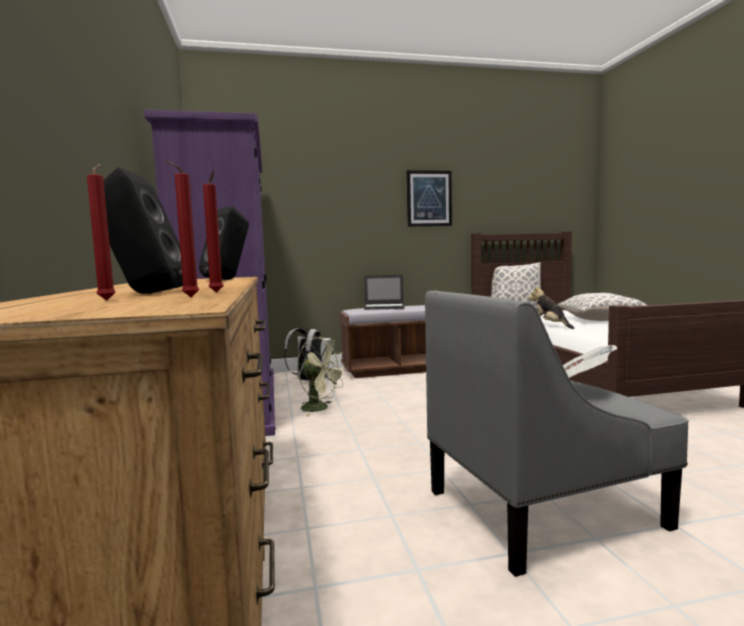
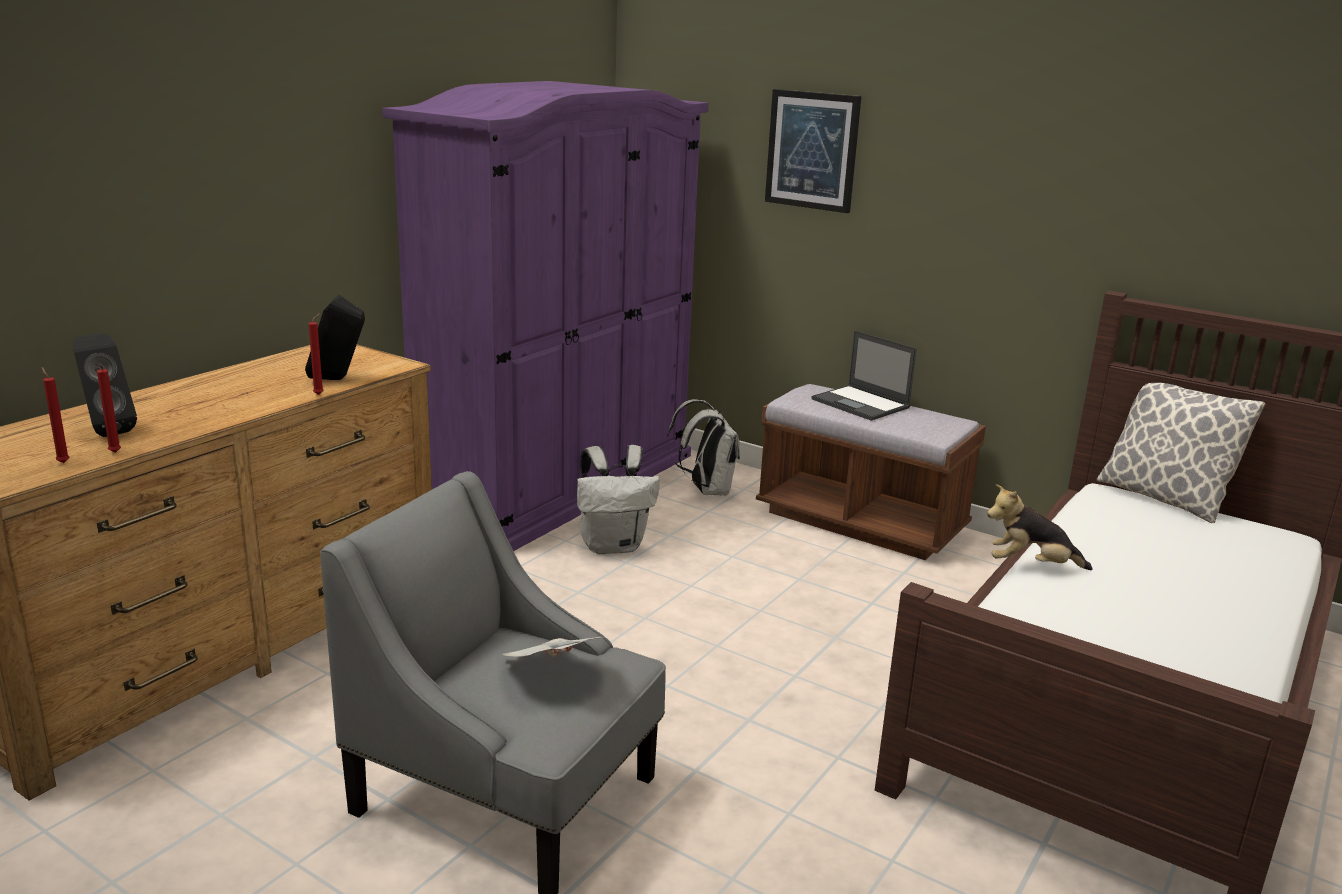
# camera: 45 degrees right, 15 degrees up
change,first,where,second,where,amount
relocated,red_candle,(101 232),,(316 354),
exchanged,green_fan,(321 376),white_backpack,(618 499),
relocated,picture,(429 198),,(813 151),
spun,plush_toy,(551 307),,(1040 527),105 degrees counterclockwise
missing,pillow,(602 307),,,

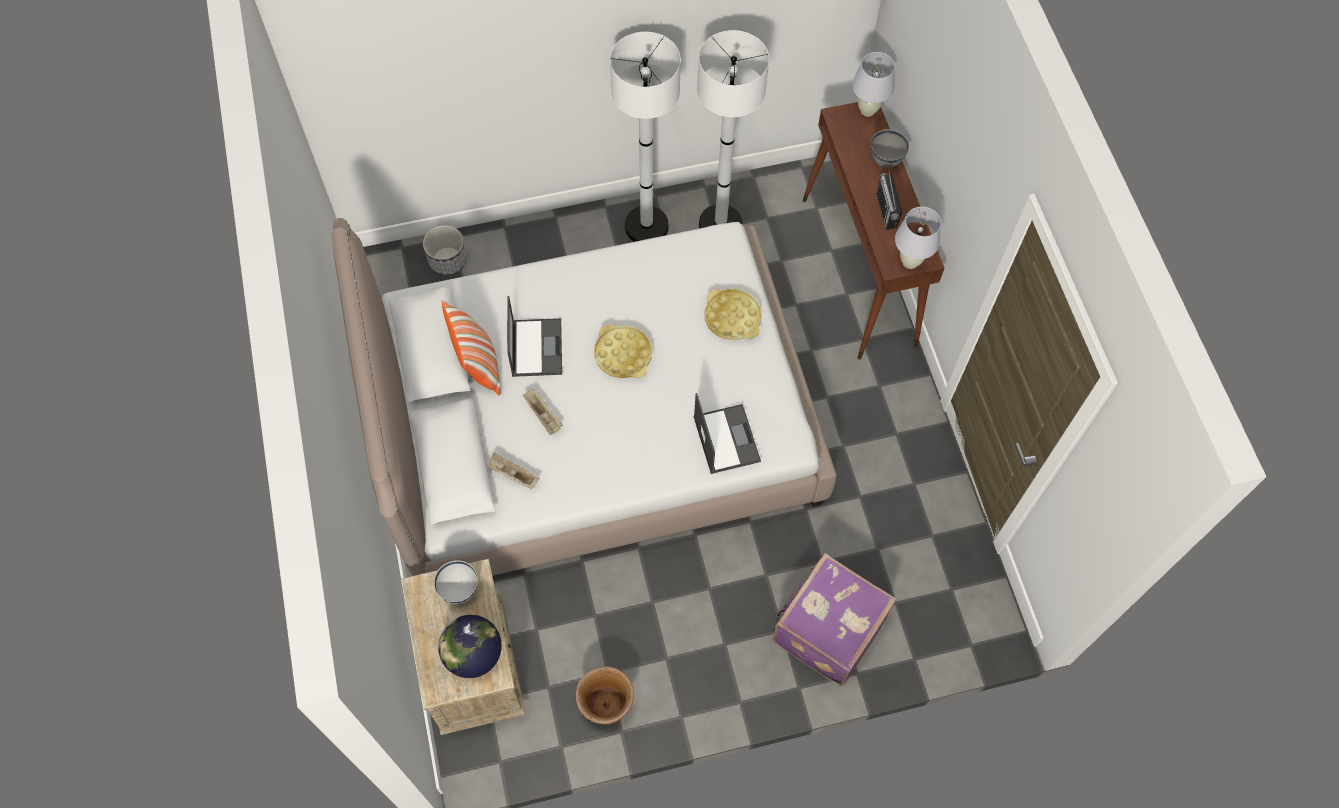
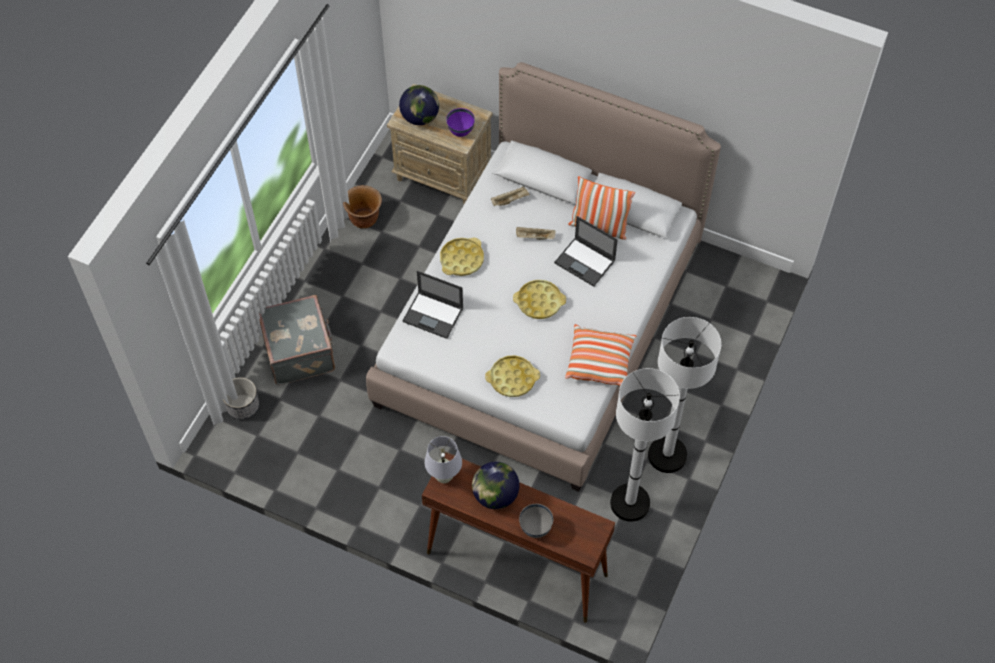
# camera: 130 degrees right, 5 degrees down
change,first,where,second,where,amount
relocated,planter,(445 250),,(241 398),
colour,white_bowl,(456 582),purple_bowl,(460 122),
colour,purple_suitcase,(834 620),grey_suitcase,(297 340),
missing,white_table_lamp,(873 84),,,
exchanged,radio,(889 200),globe,(496 485),
appeared,,,yellow_tray,(462 256),
appeared,,,pillow,(600 354),

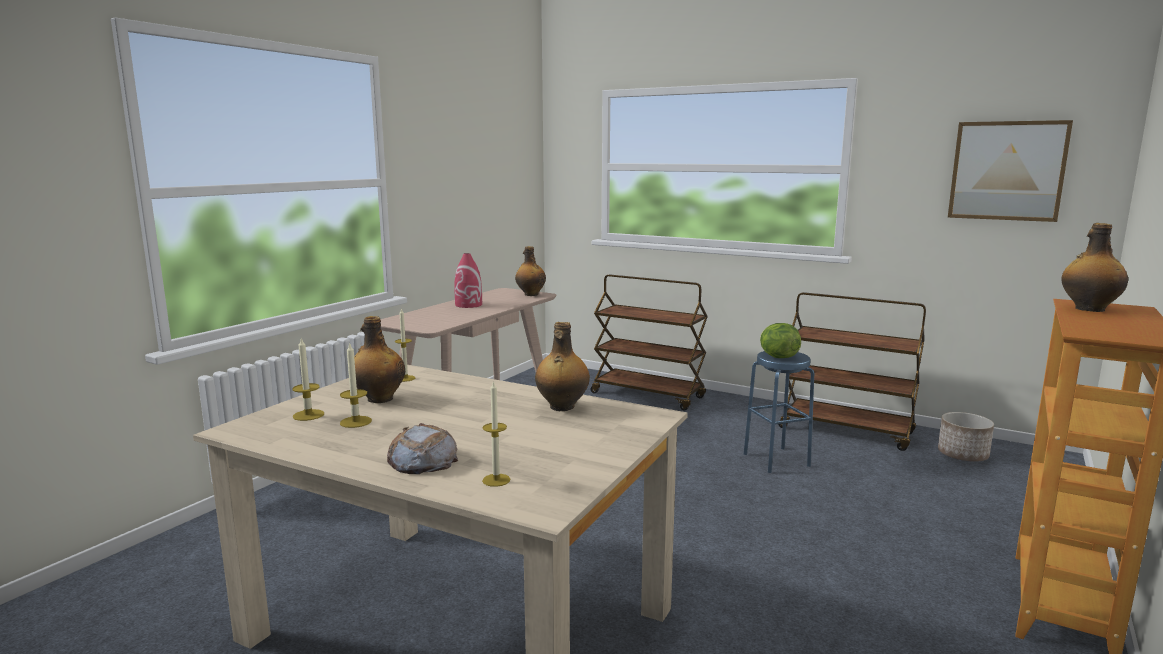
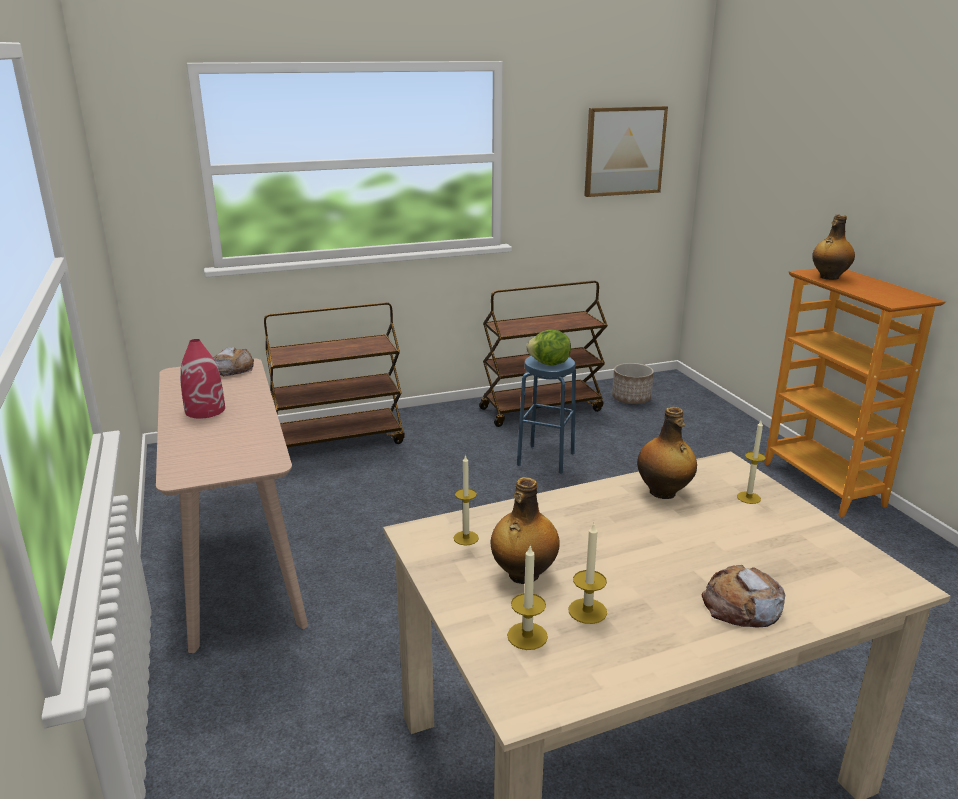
# camera: 50 degrees left, 10 degrees up
change,first,where,second,where,amount
relocated,candle,(496 434),,(751 462),
exchanged,bottle,(530 271),bread,(233 362),

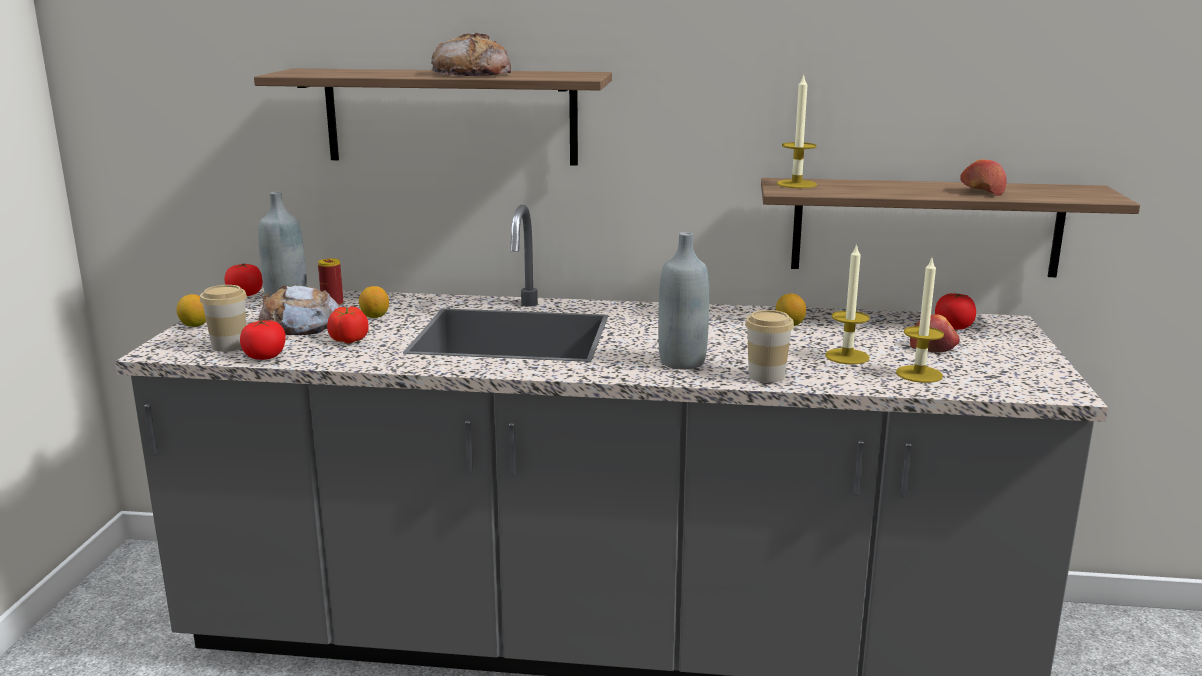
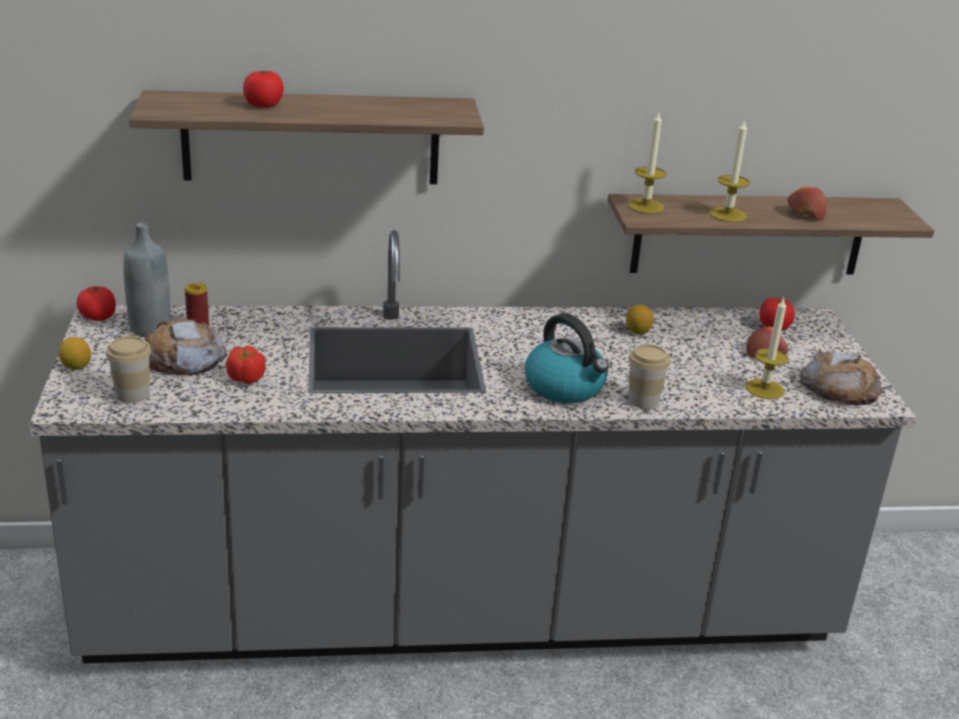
# camera: 15 degrees left, 10 degrees up
change,first,where,second,where,amount
relocated,tomato,(262 340),,(263 89),
missing,lemon,(374 302),,,
relocated,bread,(471 54),,(842 378),
exchanged,grey_bottle,(683 300),kettle,(567 358),
relocated,candle,(847 303),,(730 170),

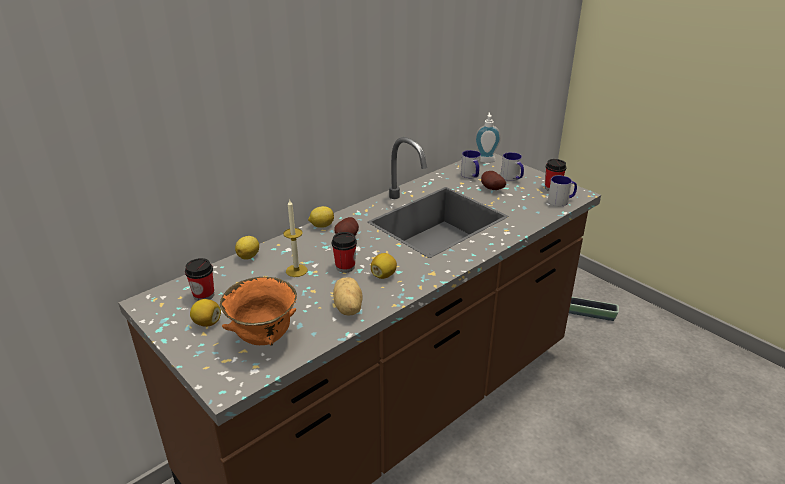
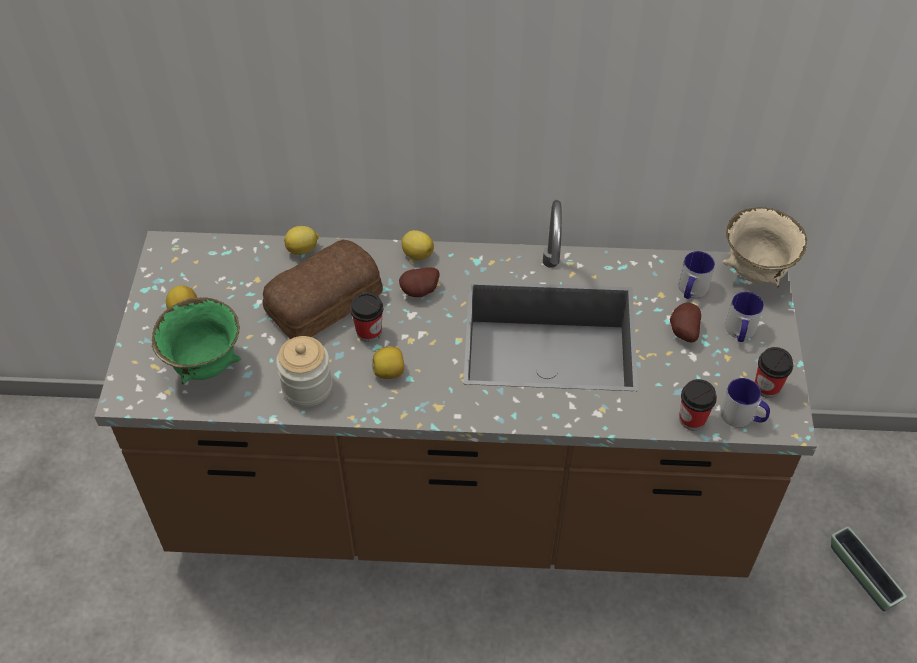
# camera: 45 degrees right, 20 degrees up
change,first,where,second,where,amount
relocated,cup,(199 279),,(698 405),
colour,orange_bowl,(258 311),green_bowl,(196 340),
exchanged,candle,(295 238),bread,(323 289),
exchanged,potato,(348 296),jar,(304 371),
exchanged,soap_dispenser,(488 137),beige_bowl,(765 247),

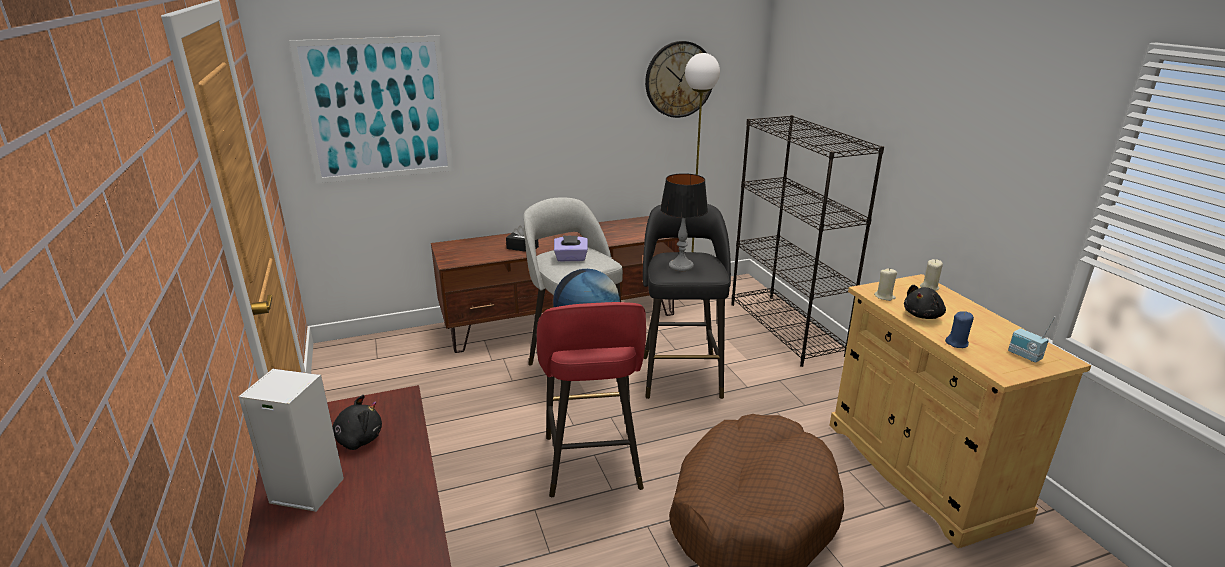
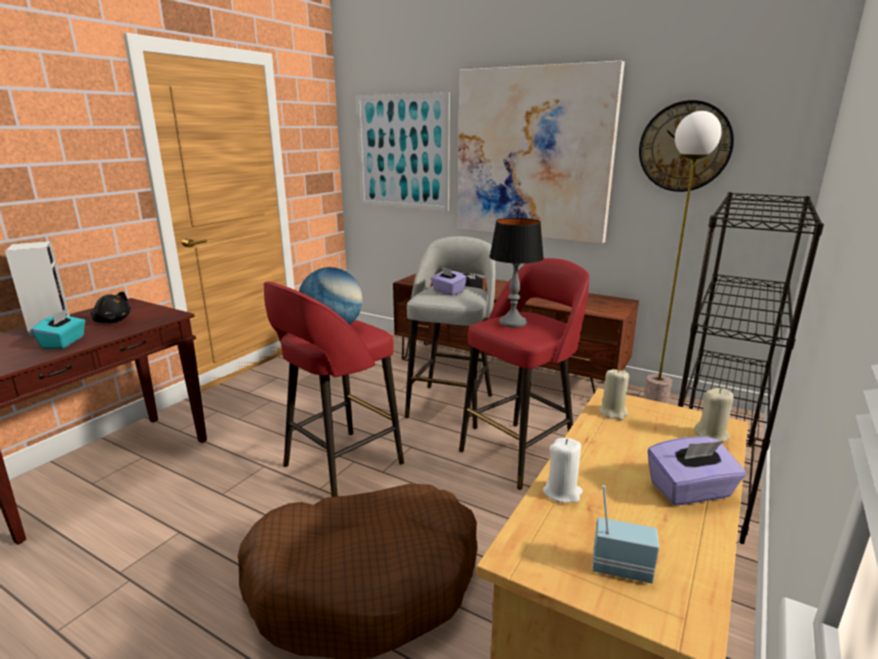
# camera: 50 degrees right, 5 degrees down
change,first,where,second,where,amount
colour,black_stool,(687 301),red_stool,(524 374),
missing,black_plush_toy,(925 302),,,
colour,blue_candle,(959 329),white_candle,(563 470),
spun,radio,(1031 339),,(626 534),90 degrees clockwise
appeared,,,turquoise_tissue_box,(58 329),
appeared,,,picture,(541 152),
appeared,,,purple_tissue_box,(697 471),

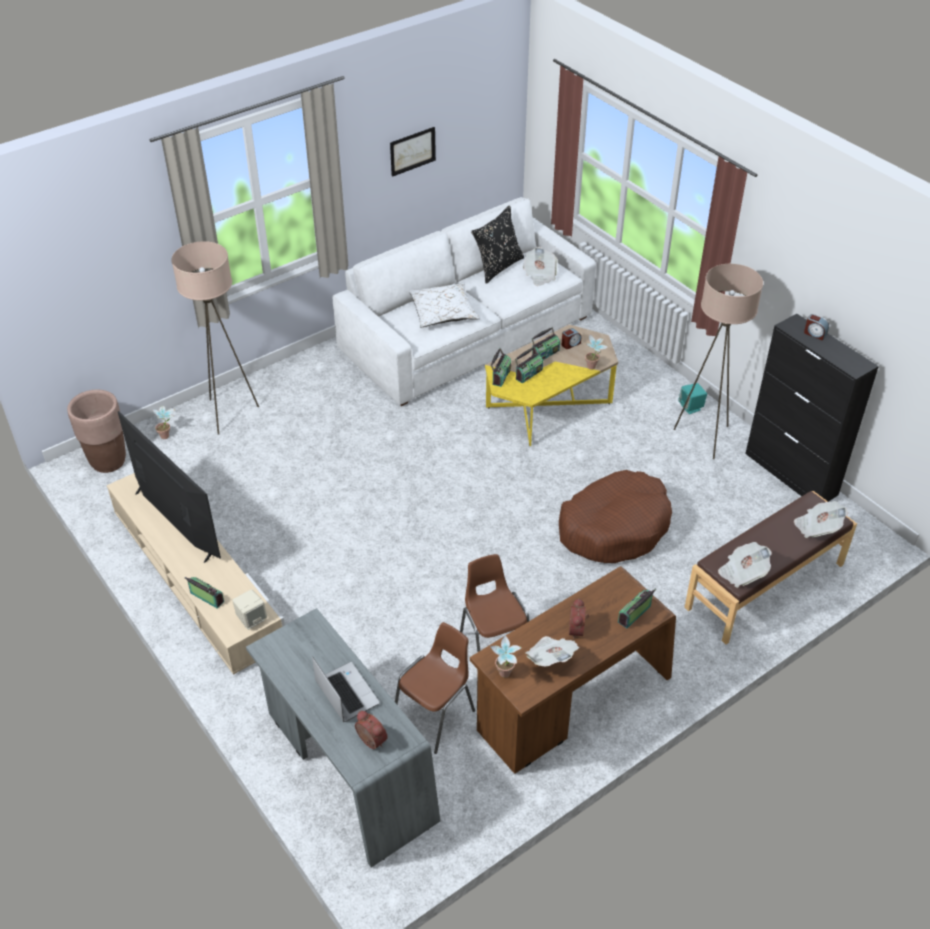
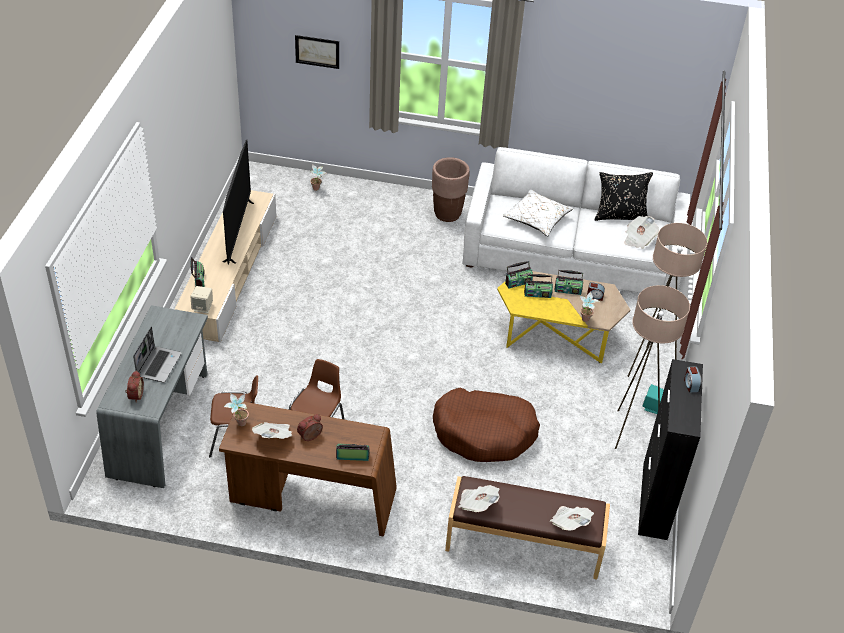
# camera: 45 degrees right, 0 degrees up
change,first,where,second,where,amount
relocated,brown_planter,(96 431),,(451 189),
relocated,beige_floor_lamp,(215 338),,(667 300),
relocated,picture,(413 152),,(317 52),

